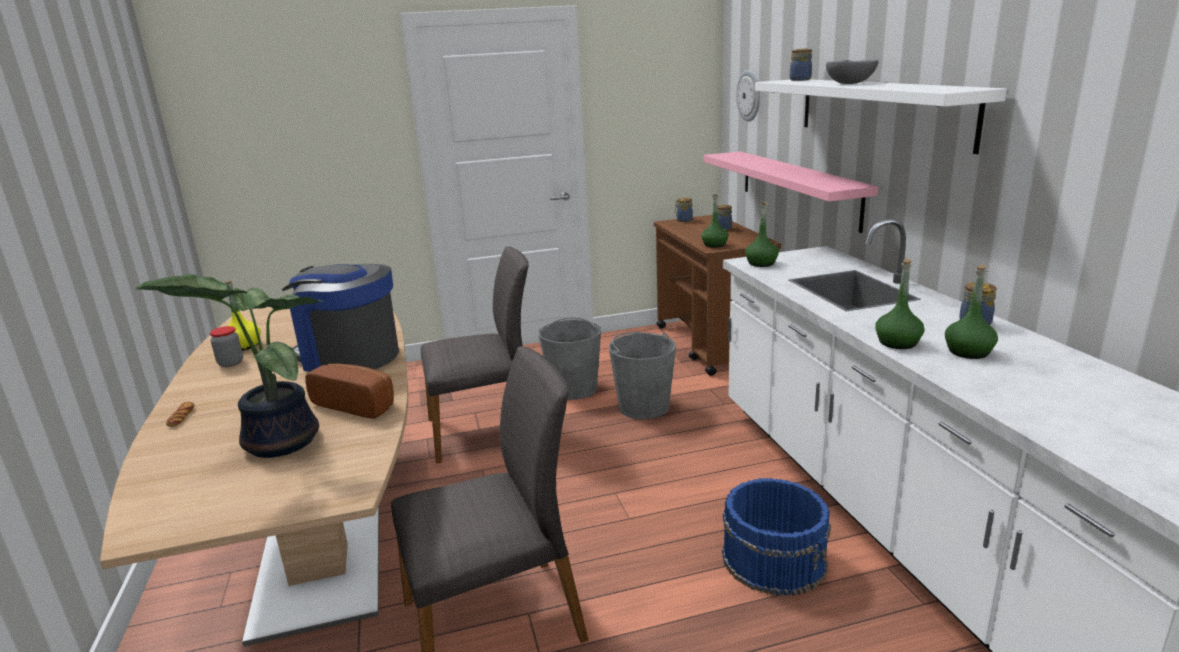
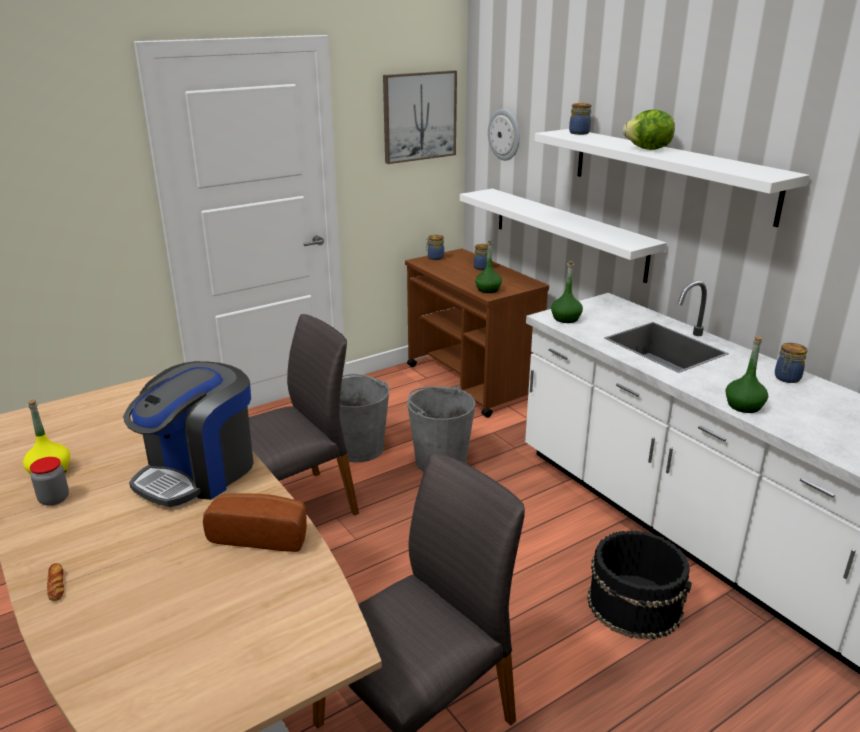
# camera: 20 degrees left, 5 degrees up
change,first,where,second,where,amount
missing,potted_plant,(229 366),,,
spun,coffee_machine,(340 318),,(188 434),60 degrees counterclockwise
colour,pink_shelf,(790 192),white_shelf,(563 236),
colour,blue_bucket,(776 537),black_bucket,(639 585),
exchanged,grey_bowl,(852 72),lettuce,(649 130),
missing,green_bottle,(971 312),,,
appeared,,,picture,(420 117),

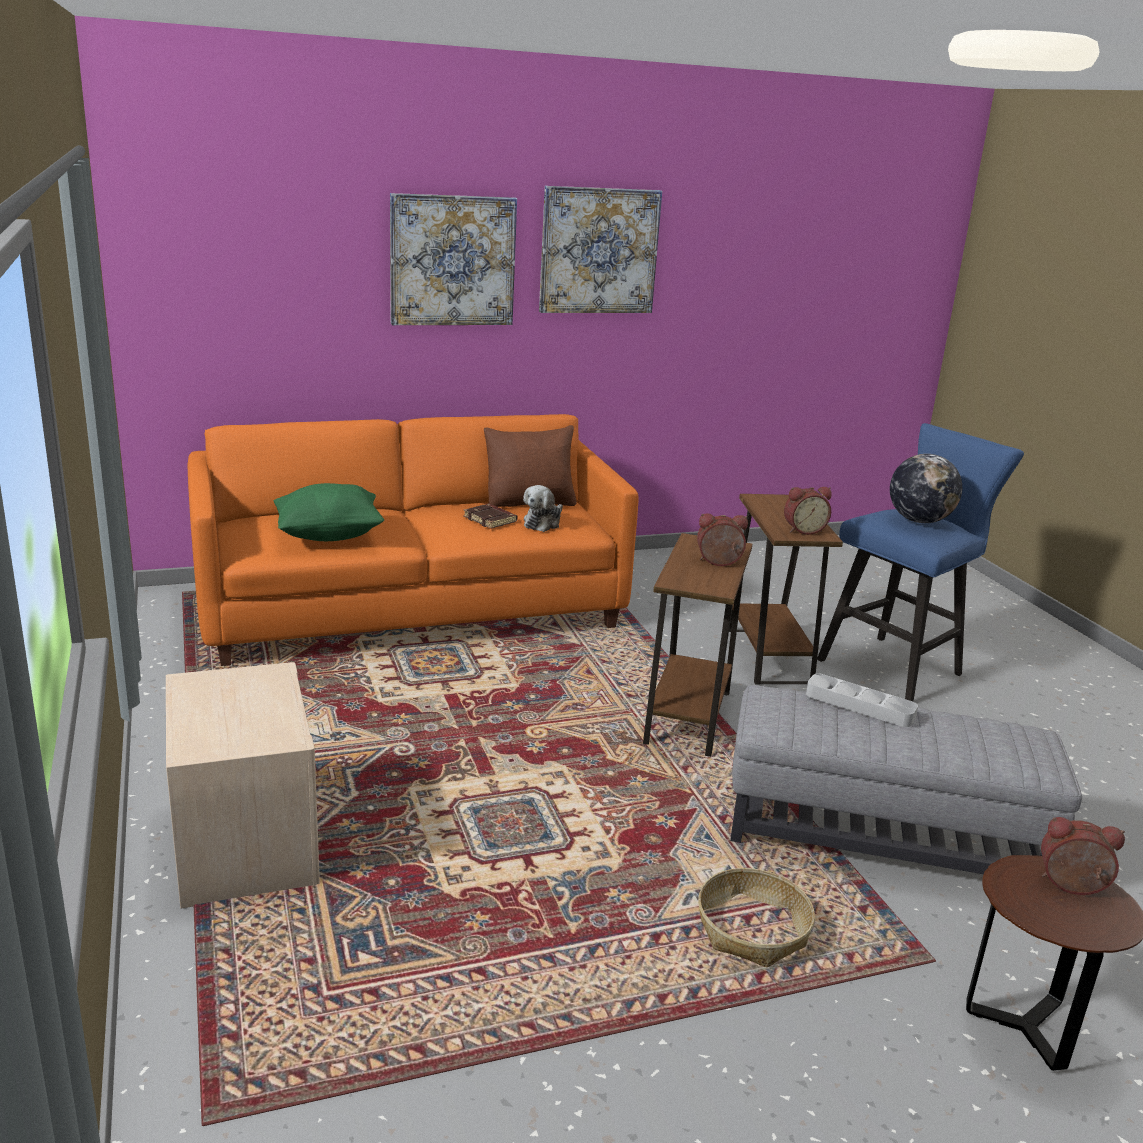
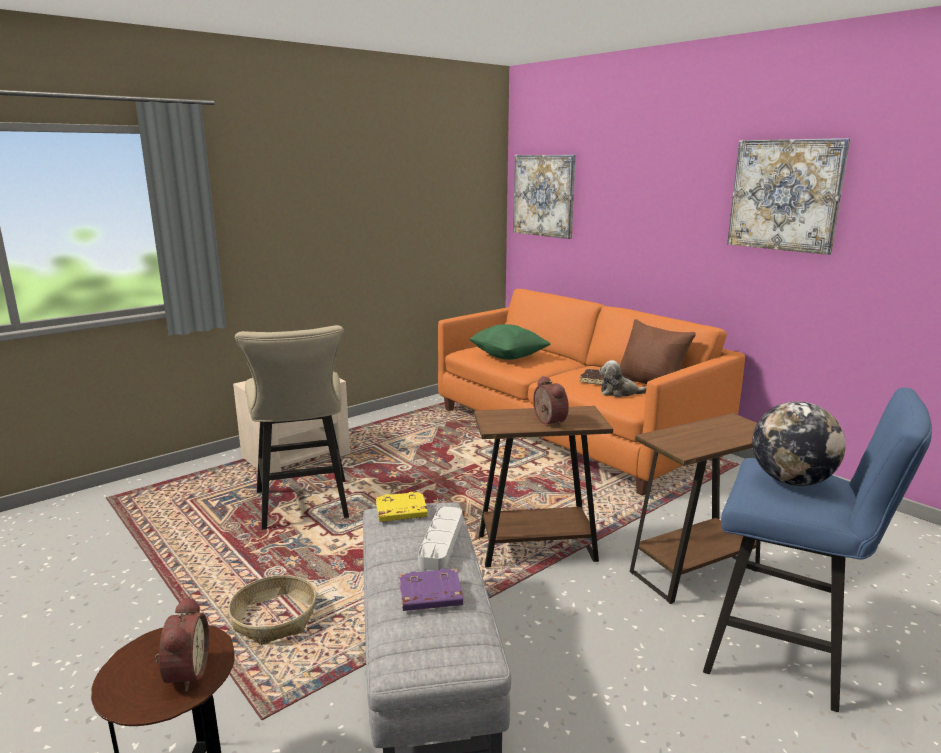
# camera: 70 degrees right, 5 degrees down
change,first,where,second,where,amount
relocated,picture,(453 259),,(544 197),
missing,alarm_clock,(808 511),,,
appeared,,,beige_stool,(292 427),
appeared,,,yellow_book,(401 507),
appeared,,,purple_book,(431 590),

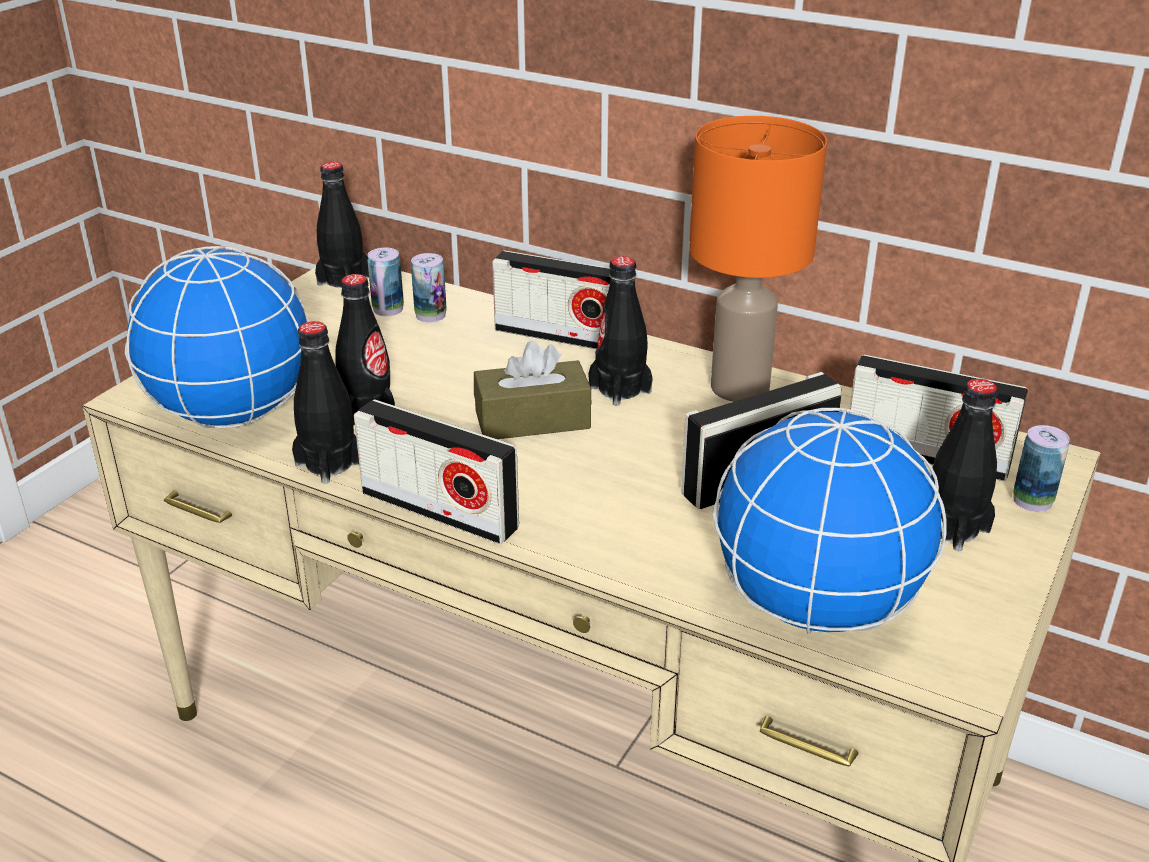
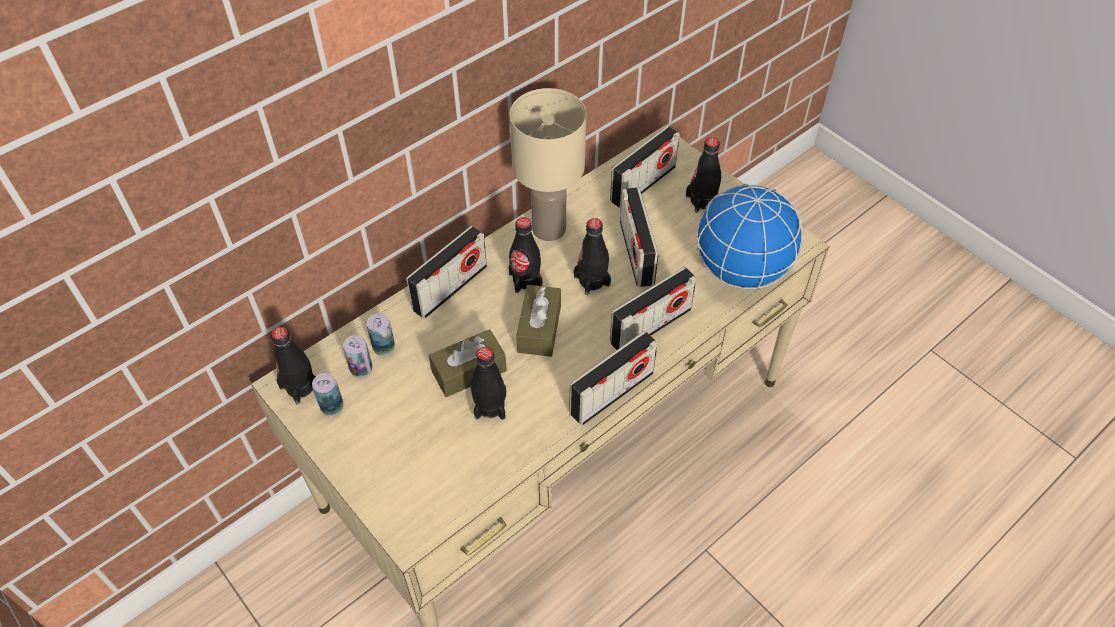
# camera: 70 degrees left, 20 degrees up
change,first,where,second,where,amount
missing,globe,(217 337),,,
relocated,black_bottle,(325 402),,(592 256),
colour,orange_table_lamp,(758 259),beige_table_lamp,(548 164),
relocated,can,(1041 468),,(327 395),
appeared,,,brown_tissue_box,(468 363),
appeared,,,radio,(653 308),

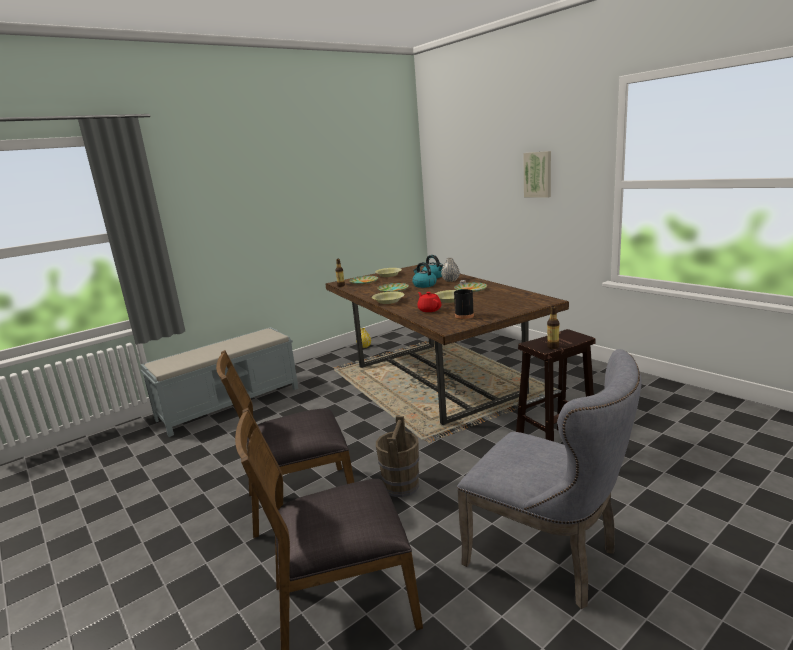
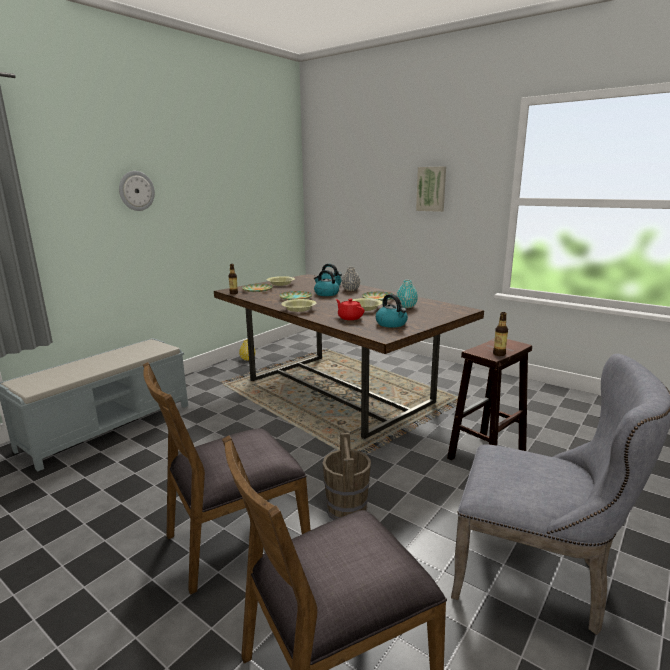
# camera: 15 degrees left, 0 degrees up
change,first,where,second,where,amount
exchanged,black_bottle,(464 299),kettle,(392 311),
appeared,,,wall_clock,(137 191),
appeared,,,turquoise_vase,(407 294),

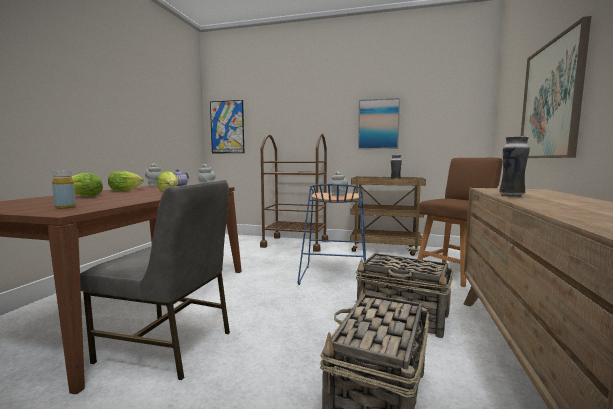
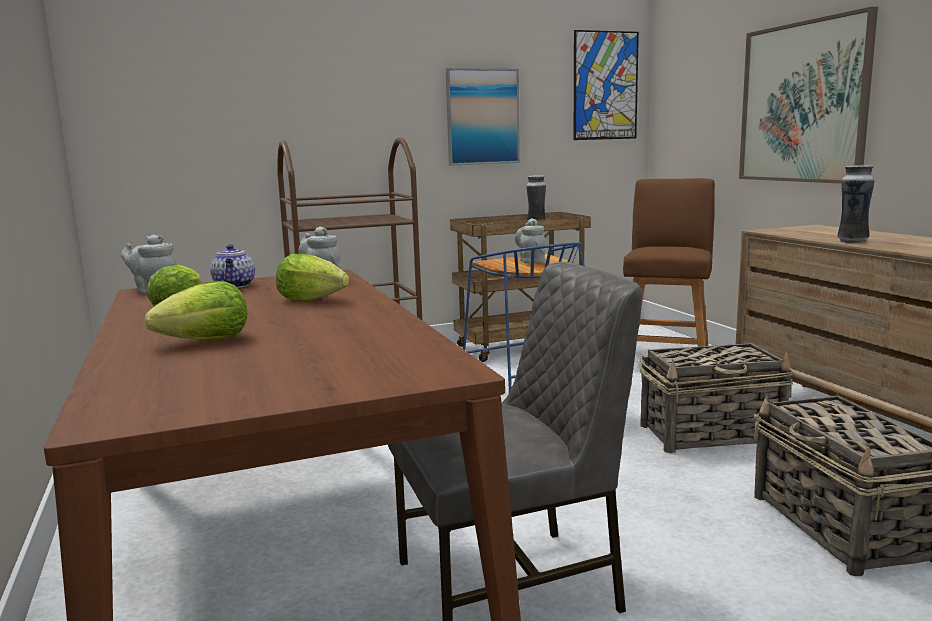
# camera: 35 degrees left, 5 degrees up
change,first,where,second,where,amount
missing,yellow_bottle,(64 189),,,
relocated,picture,(227 126),,(606 85),

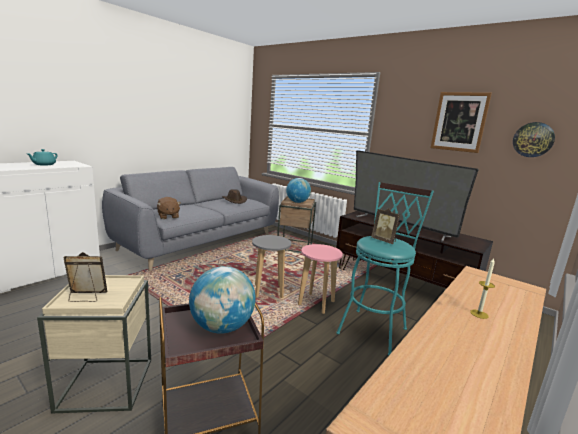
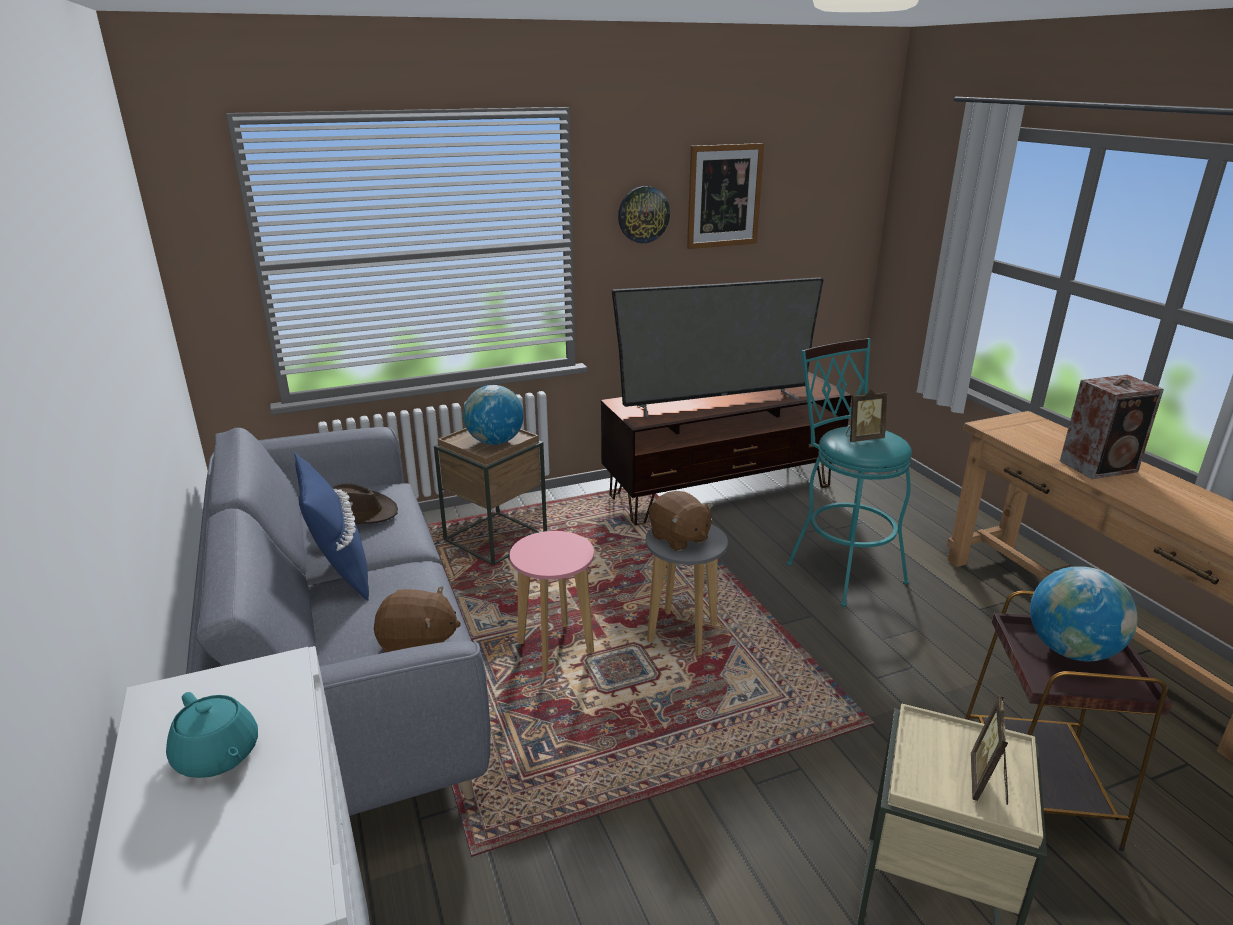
# camera: 60 degrees left, 10 degrees up
change,first,where,second,where,amount
relocated,pink_stool,(320 279),,(552 602),
exchanged,candle,(482 288),speaker,(1112 427),
relocated,wall_clock,(534 139),,(644 214),
appeared,,,blue_pillow,(331 526),
appeared,,,brown_plush_toy,(681 521),

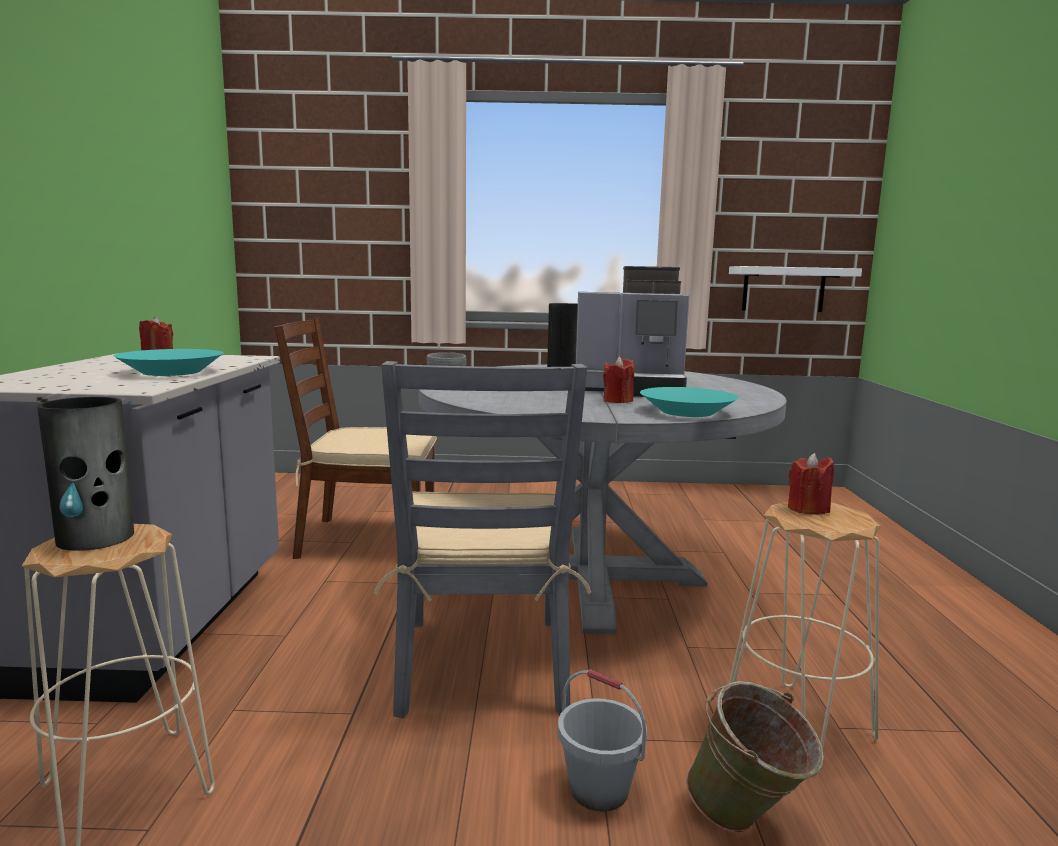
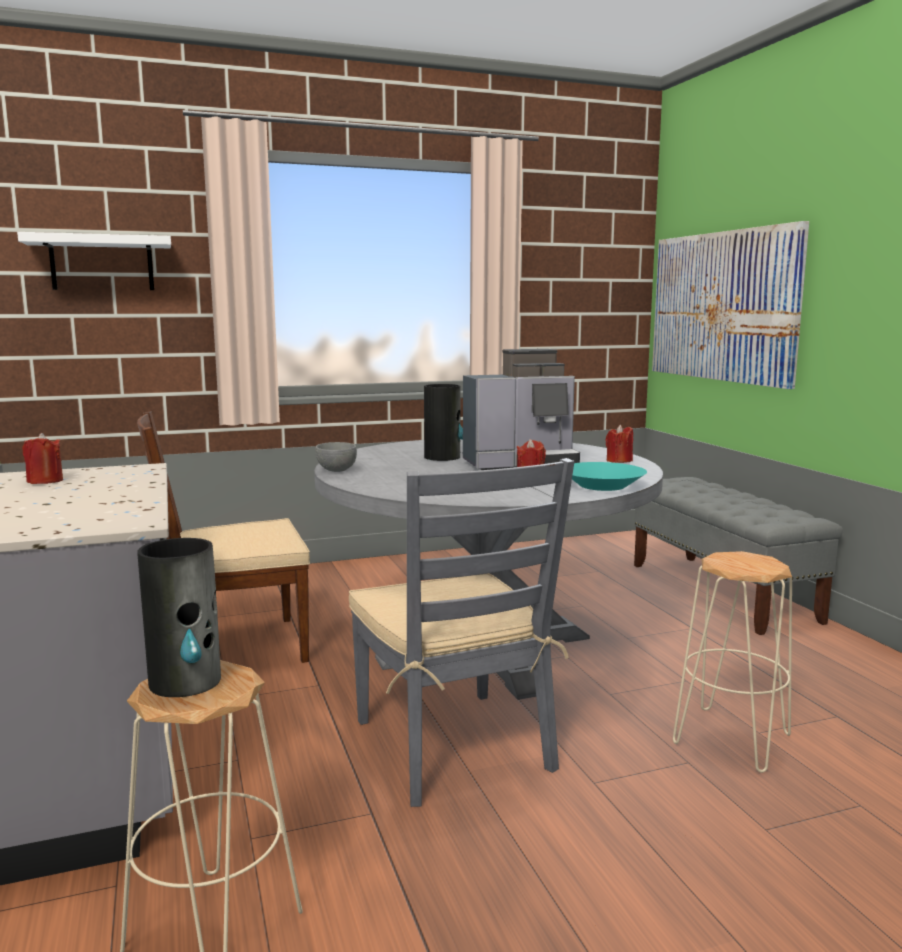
# camera: 20 degrees left, 0 degrees up
change,first,where,second,where,amount
missing,turquoise_bowl,(168 362),,,
missing,grey_bucket,(602 740),,,
missing,green_bucket,(755 756),,,
relocated,white_shelf,(795 289),,(94 261),
relocated,red_candle,(811 484),,(619 443),
appeared,,,grey_bench,(738 556),
appeared,,,picture,(730 305),

